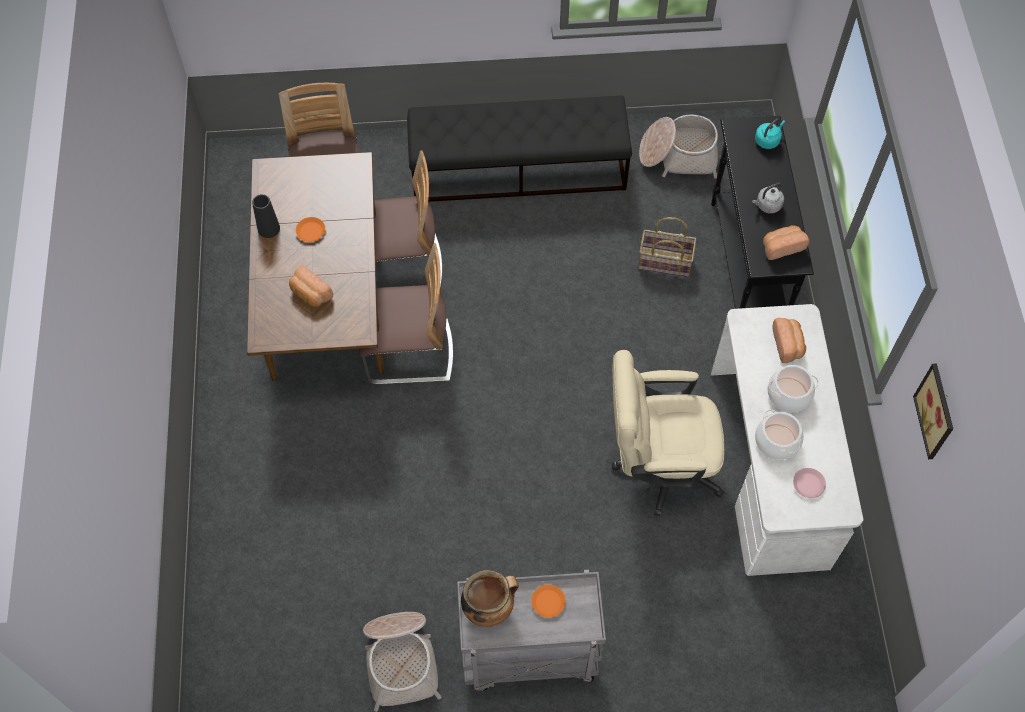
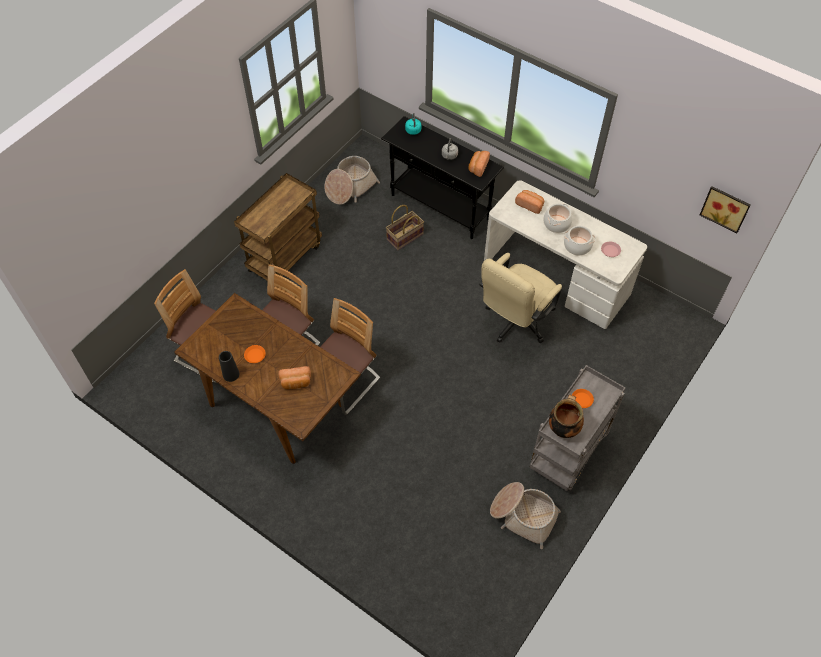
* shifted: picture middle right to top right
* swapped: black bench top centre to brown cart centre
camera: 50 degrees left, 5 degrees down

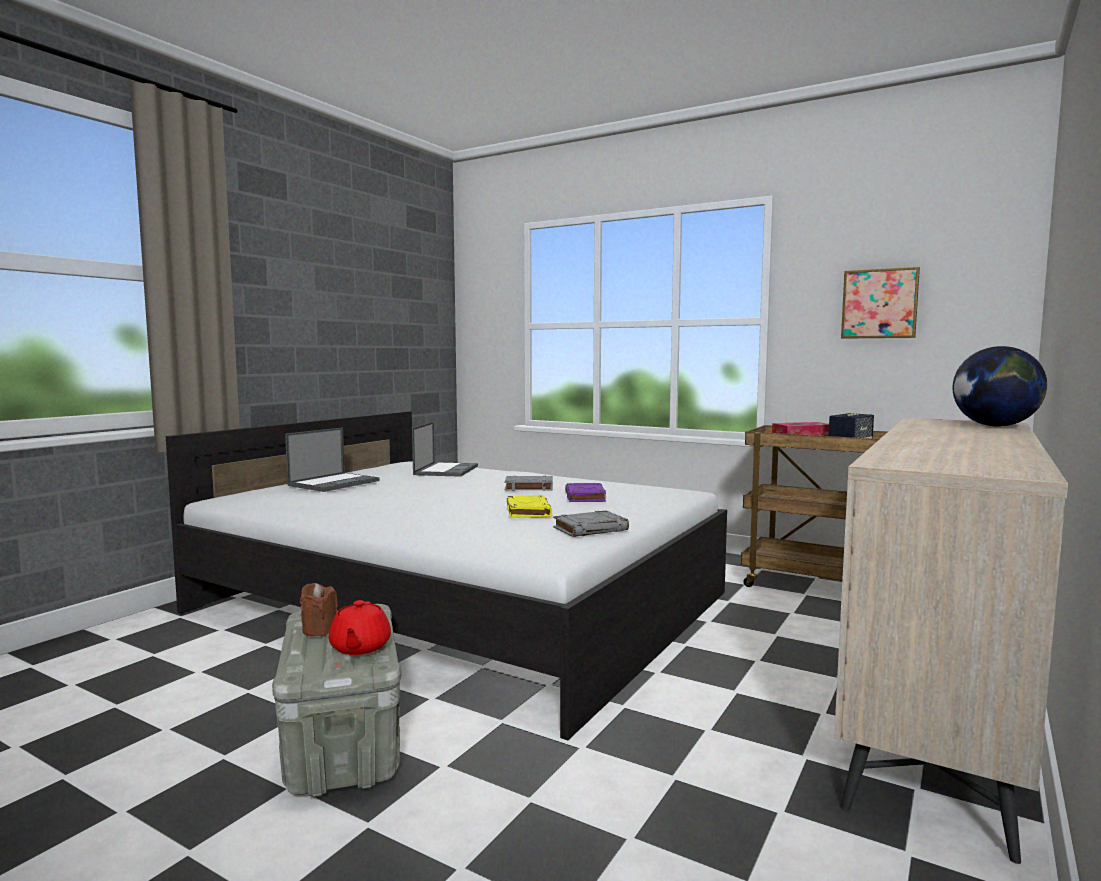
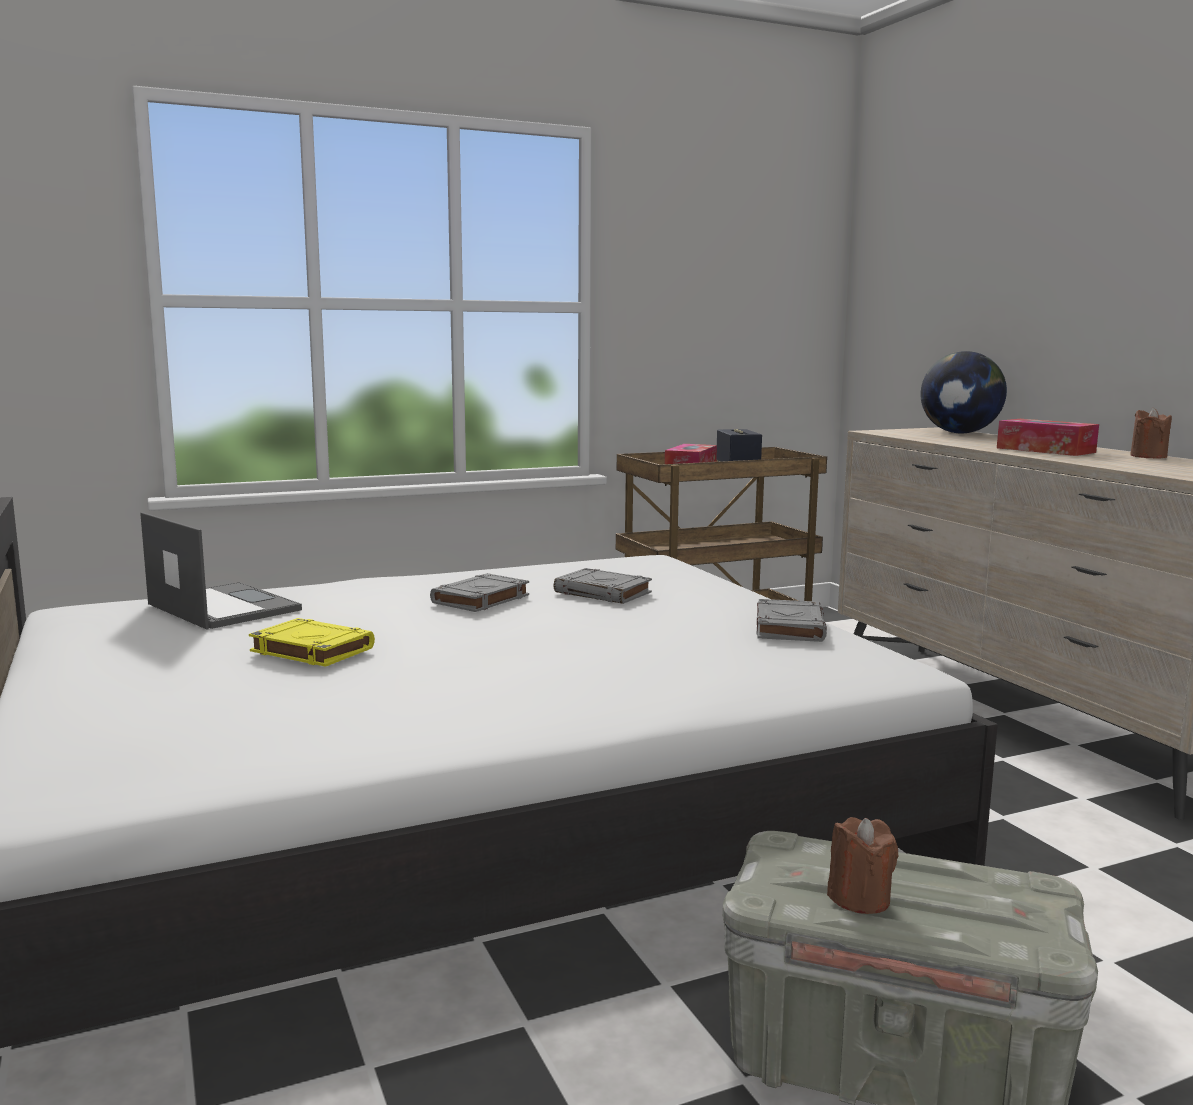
* gone: laptop (no. 1 from left) middle left
* gone: red teapot bottom left
* gone: picture middle right
* new: tissue box (no. 2 from left) middle right
* new: brown candle (no. 2 from left) middle right
* shifted: yellow book centre to middle left
* repainted: purple book centre to grey book (no. 2 from left) centre
camera: 55 degrees left, 5 degrees up

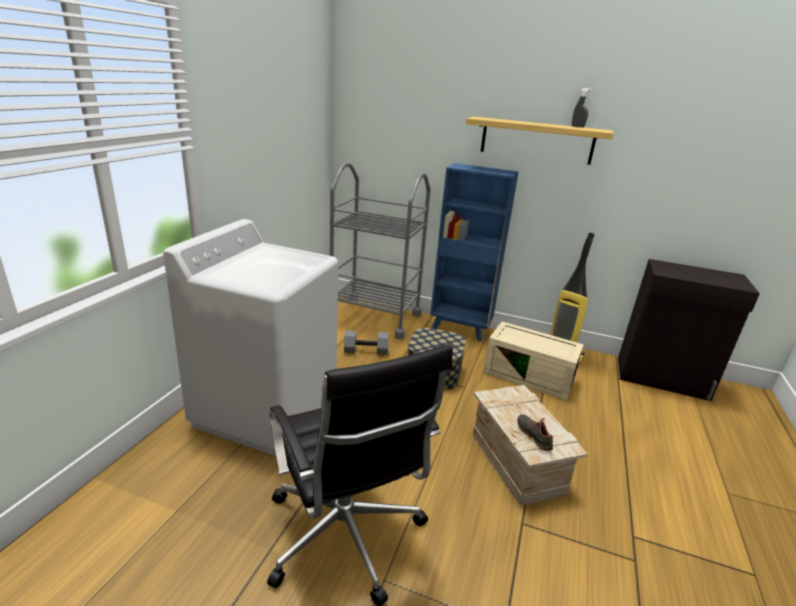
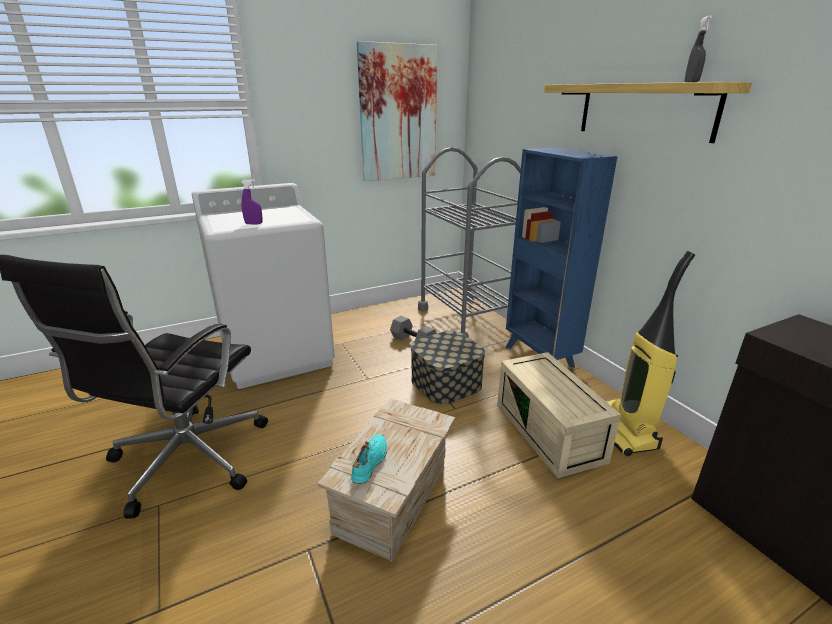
* new: purple spray bottle top left
* new: picture top centre
* repainted: black shoe bottom right to turquoise shoe bottom centre
camera: 45 degrees right, 0 degrees up

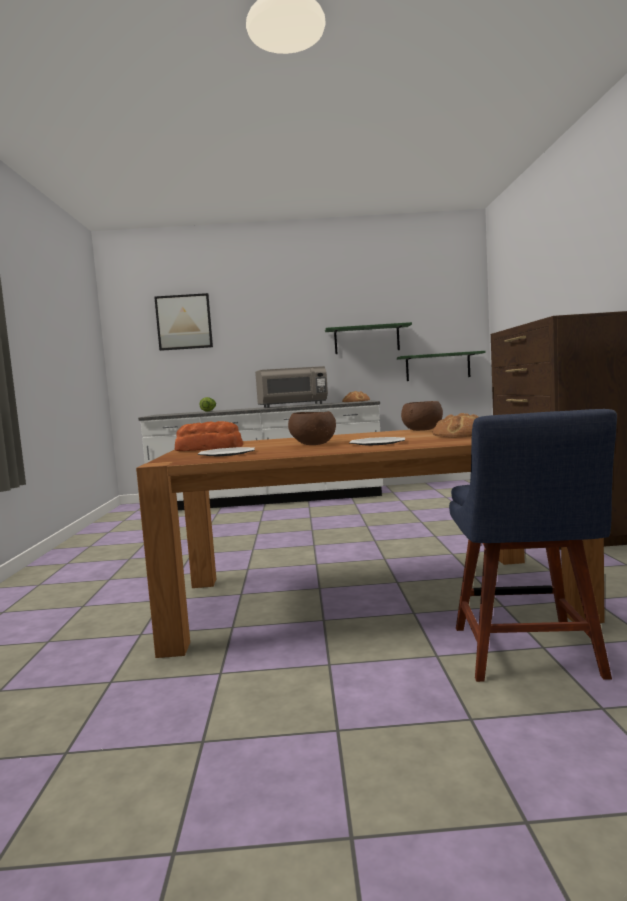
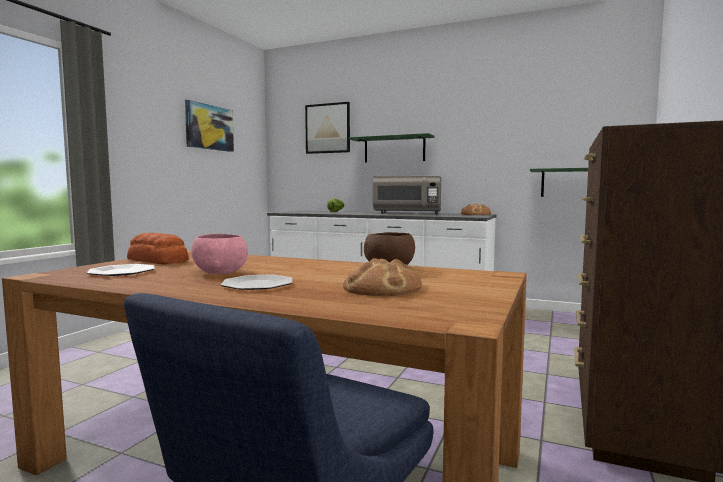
* new: picture (no. 1 from left) top left
* shifted: green shelf (no. 1 from left) centre to top centre
* repainted: brown bowl (no. 1 from left) centre to pink bowl middle left
camera: 25 degrees right, 0 degrees up

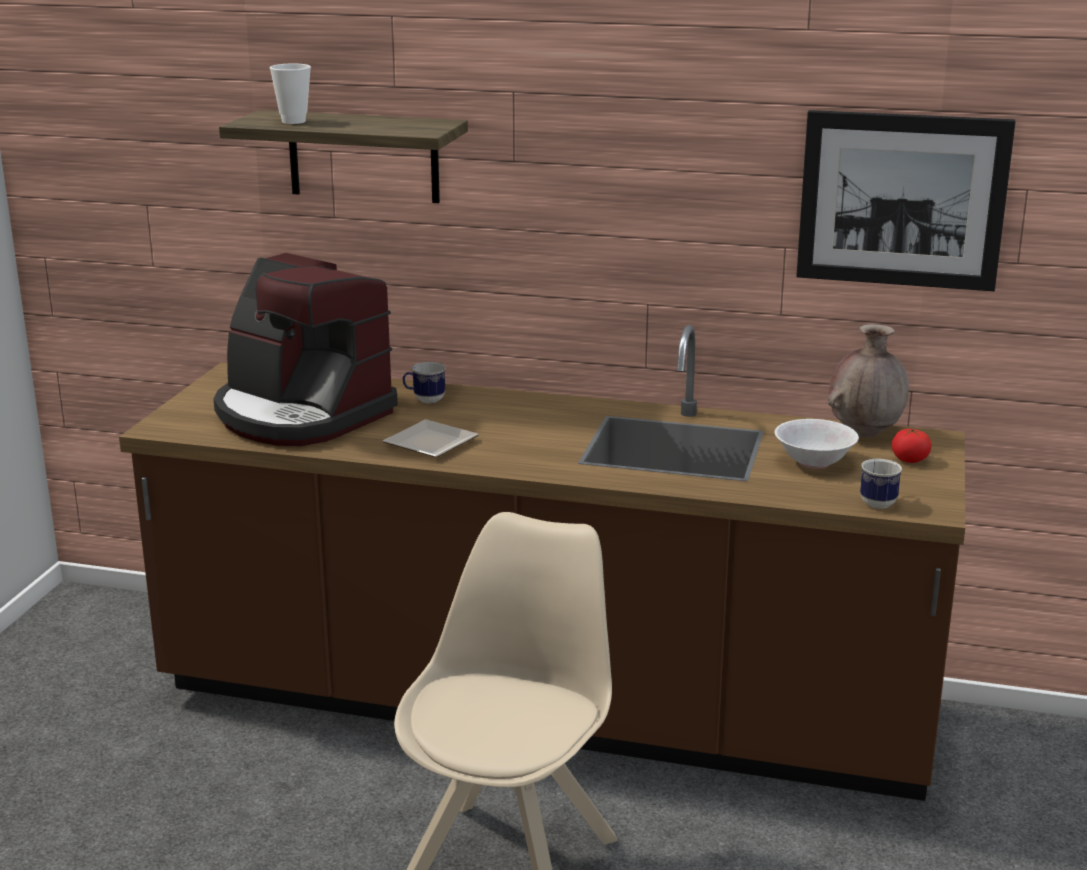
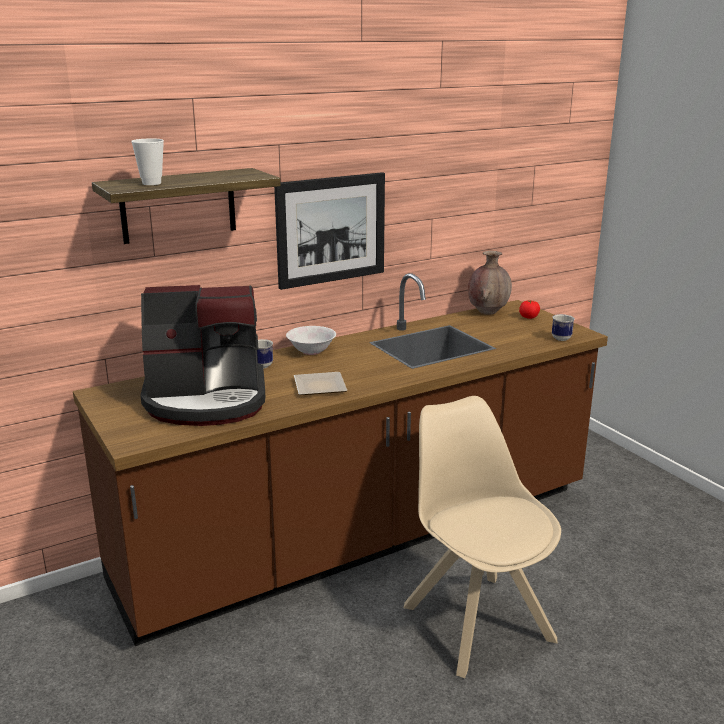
* shifted: white bowl middle right to centre
* shifted: picture top right to top centre
camera: 45 degrees left, 0 degrees up

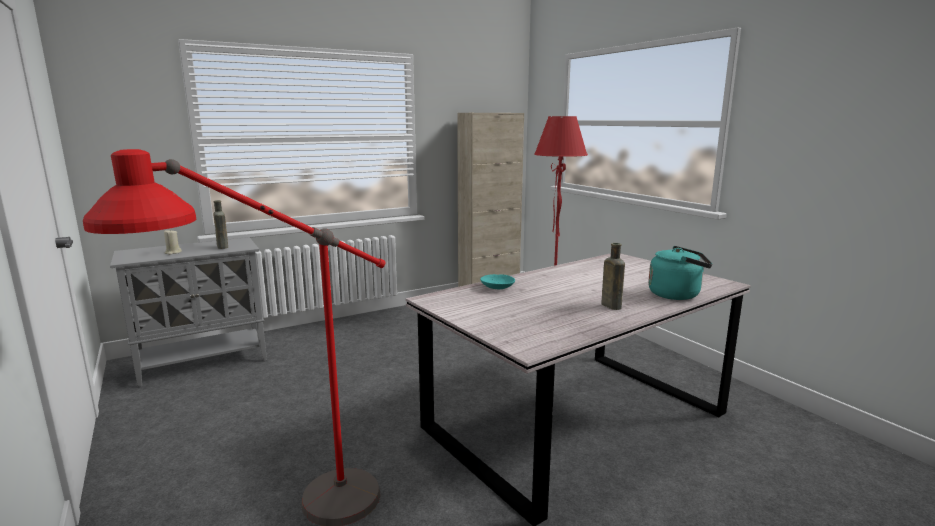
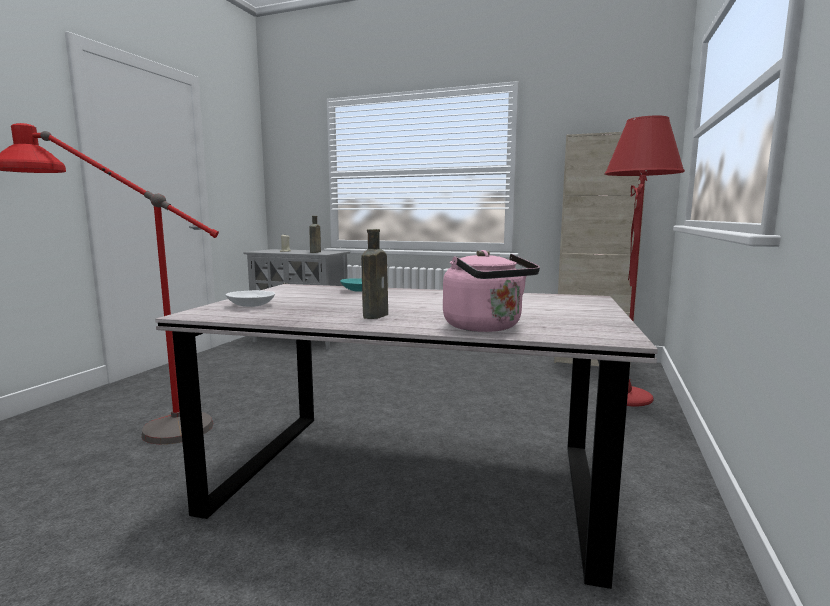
* new: white bowl middle left
* repainted: turquoise kettle middle right to pink kettle centre
camera: 50 degrees right, 5 degrees down

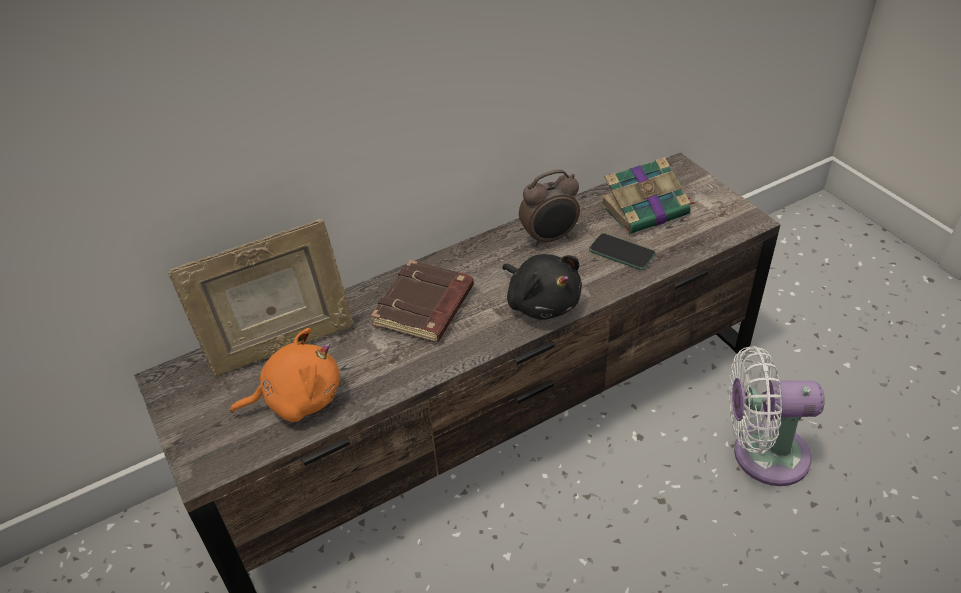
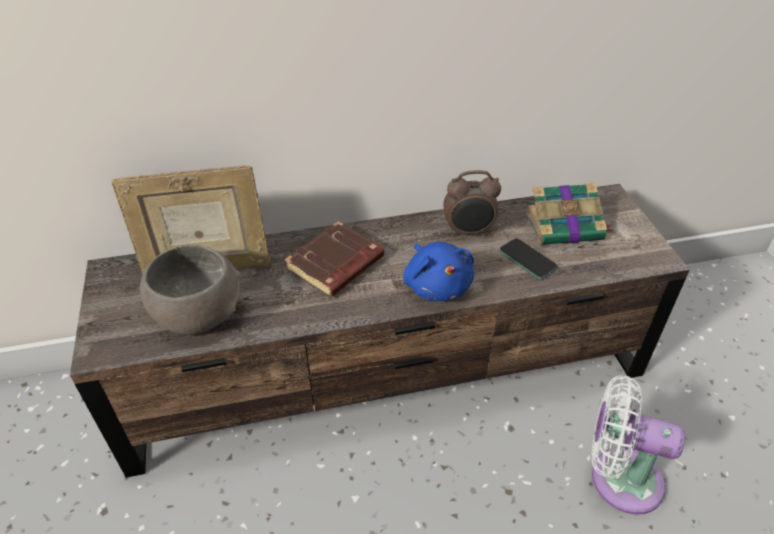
* swapped: orange plush toy middle left to grey bowl middle left
* repainted: black plush toy centre to blue plush toy centre
camera: 15 degrees right, 0 degrees up

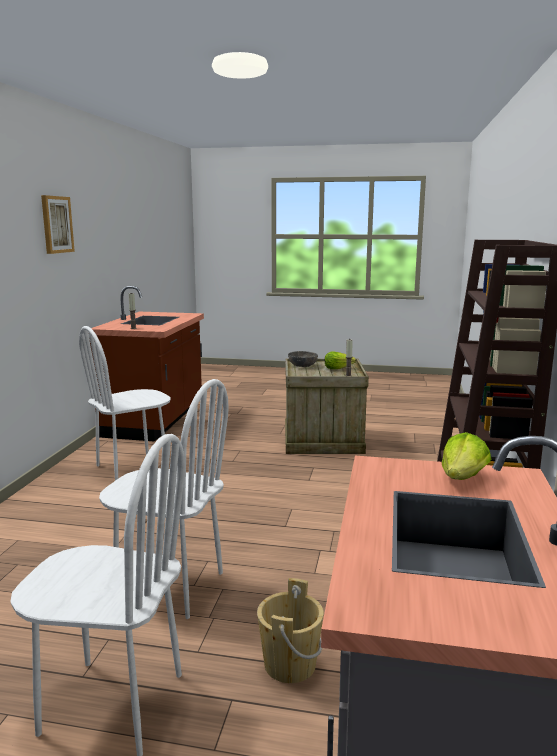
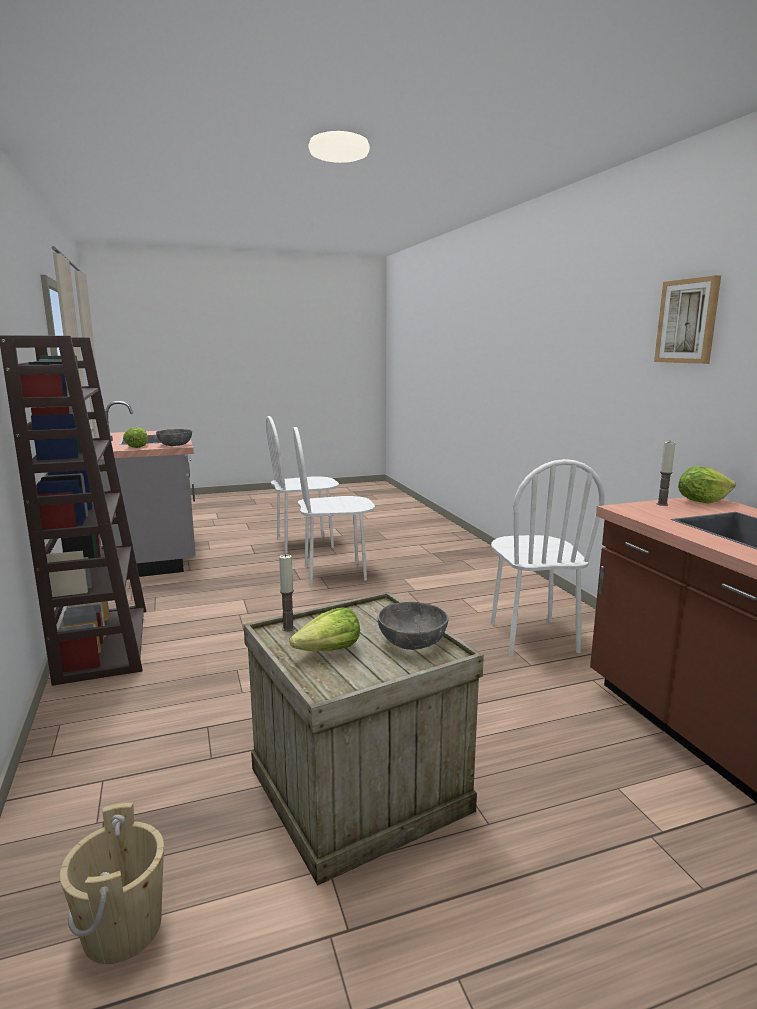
* new: grey bowl (no. 1 from left) middle left
* new: lettuce (no. 3 from left) middle right
* shifted: beige bucket bottom centre to bottom left
* rotated: white chair (no. 2 from left in the first image) middle left = middle right 150 degrees clockwise
camera: 150 degrees right, 0 degrees up

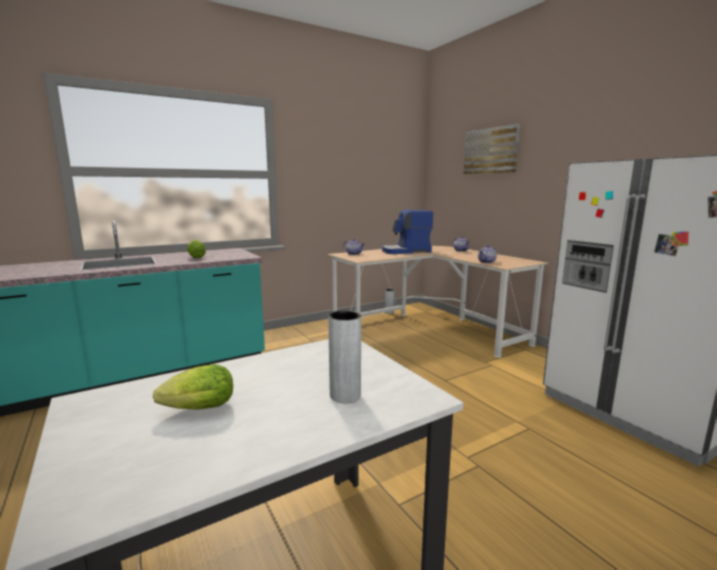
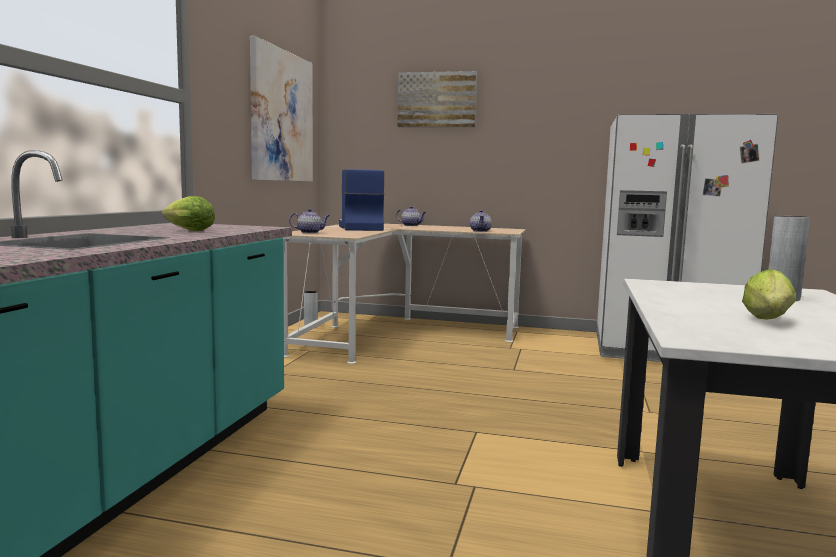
* new: picture (no. 1 from left) top centre
* rotated: coffee machine centre = centre 135 degrees clockwise
camera: 45 degrees left, 5 degrees down

